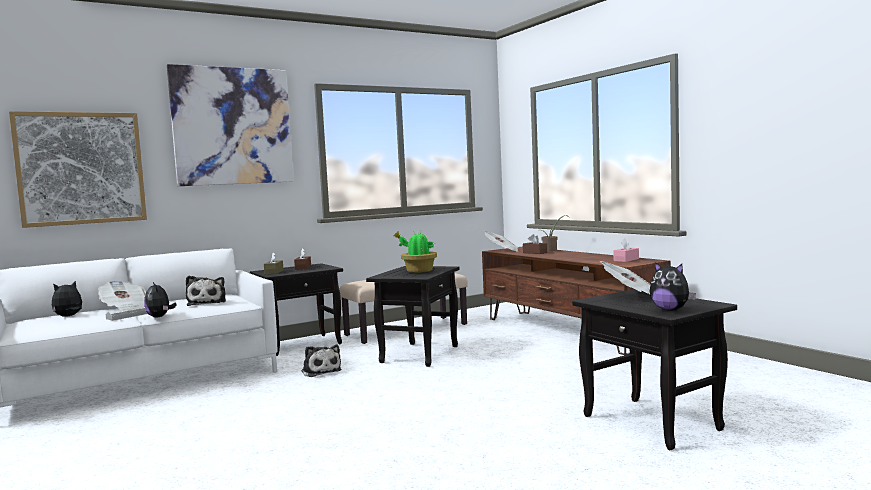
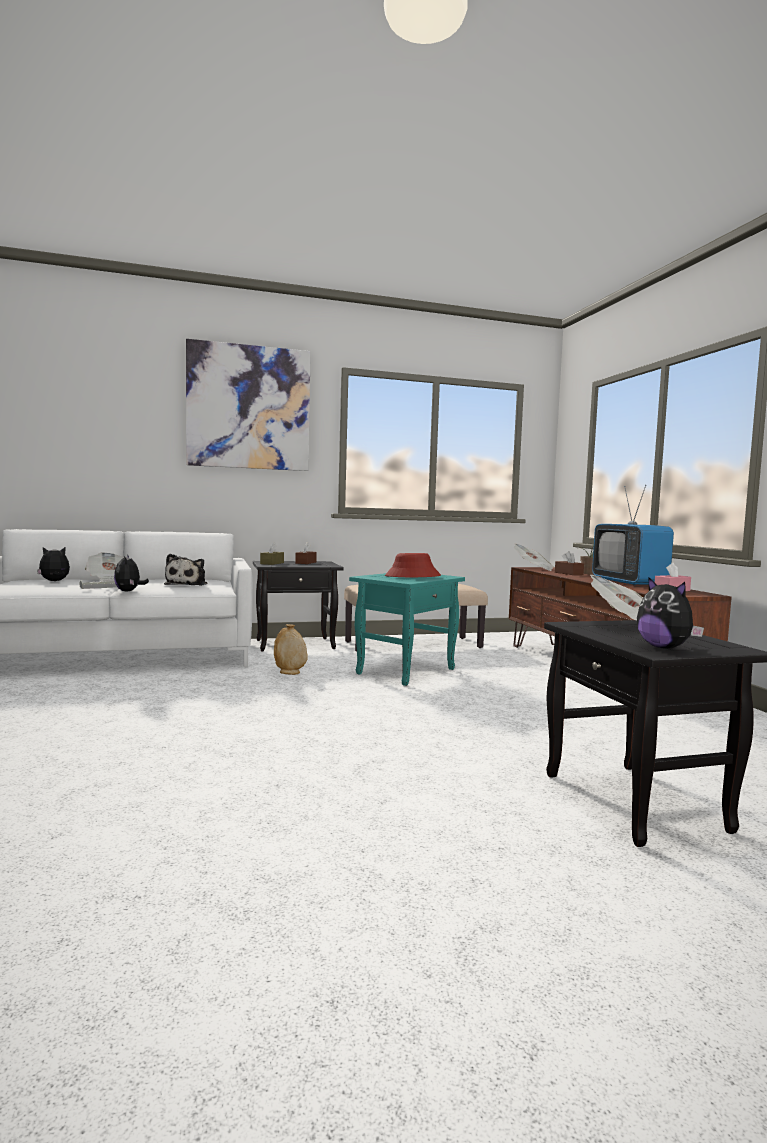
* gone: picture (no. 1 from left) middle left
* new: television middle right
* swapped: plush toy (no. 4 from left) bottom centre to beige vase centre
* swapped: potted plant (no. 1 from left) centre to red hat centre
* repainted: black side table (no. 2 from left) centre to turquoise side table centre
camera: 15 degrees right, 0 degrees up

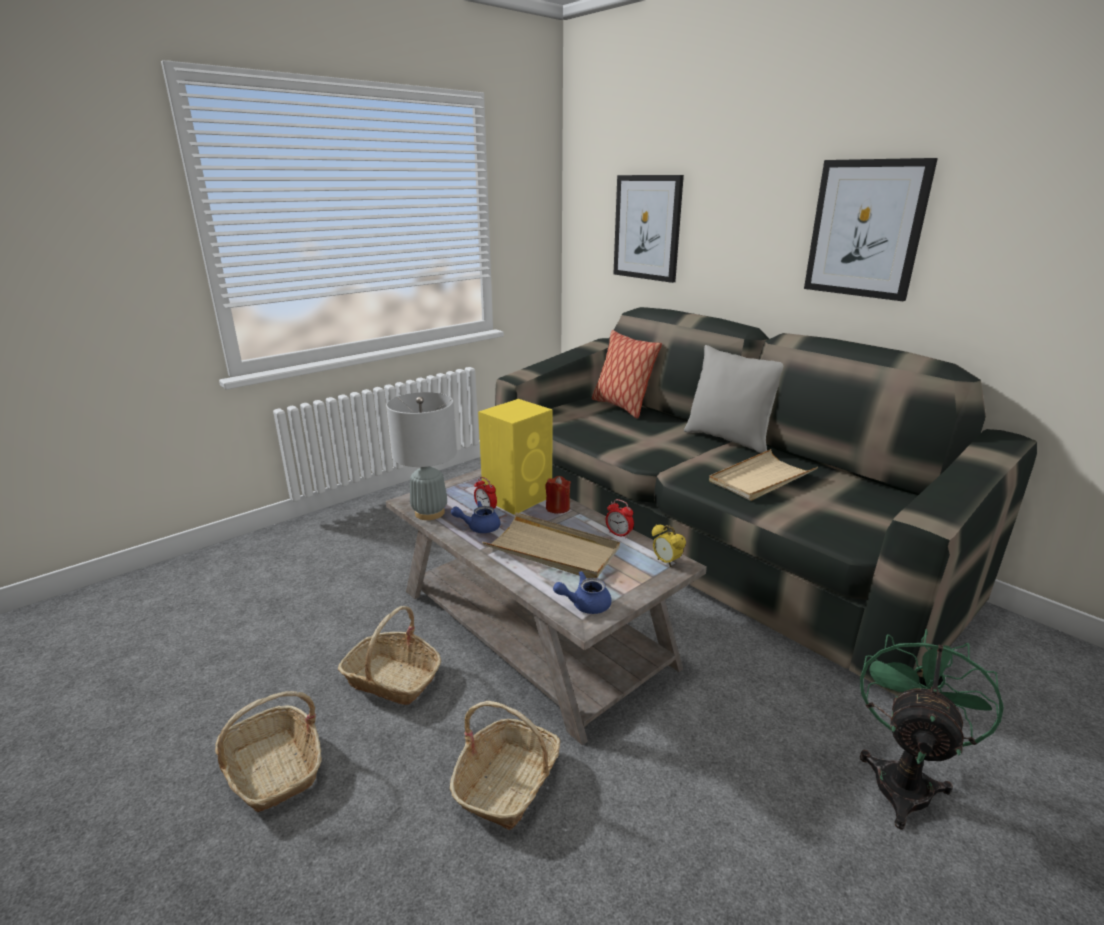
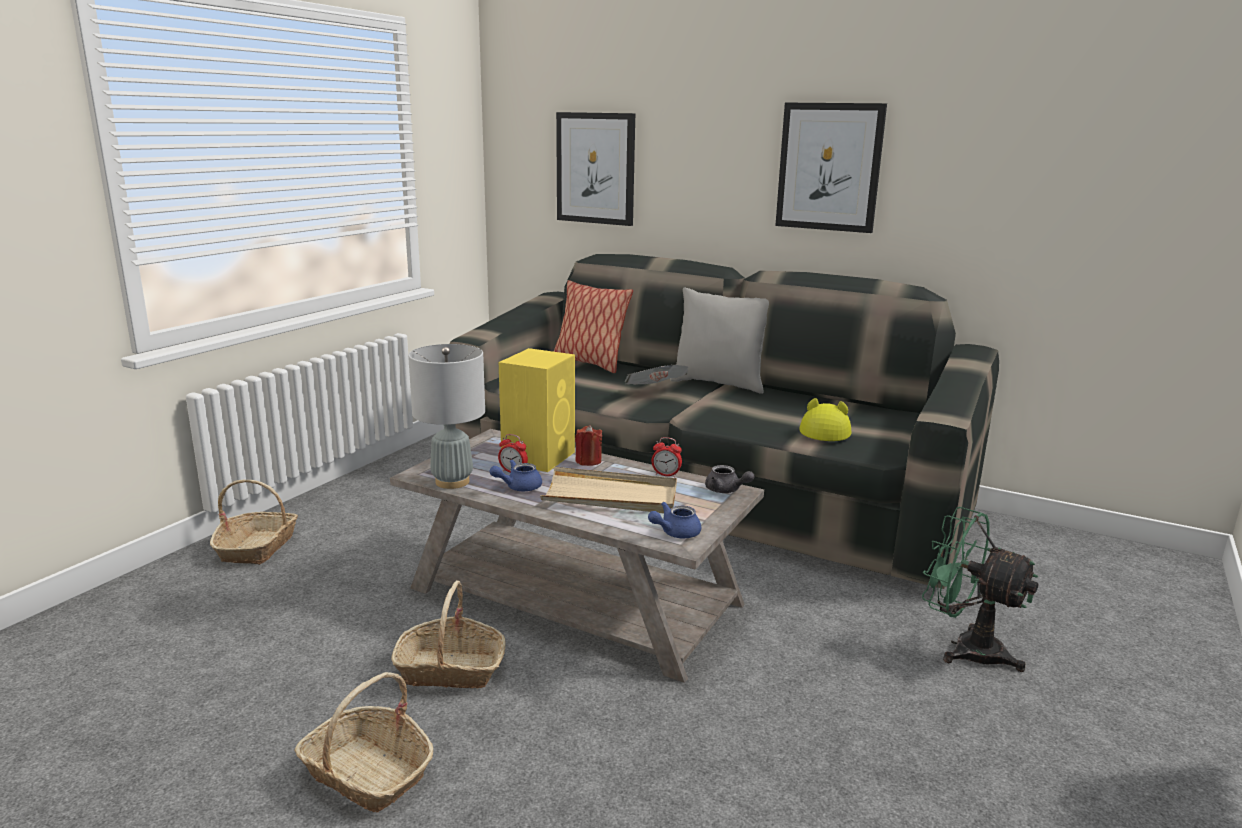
* gone: beige tray (no. 2 from left) middle right
* new: newspaper centre
* new: yellow hat centre
* shifted: basket (no. 3 from left in the first image) bottom centre to basket (no. 1 from left) middle left
* swapped: alarm clock (no. 3 from left) centre to grey teapot centre
* rotated: green fan bottom right = bottom right 60 degrees counterclockwise
camera: 20 degrees left, 5 degrees down

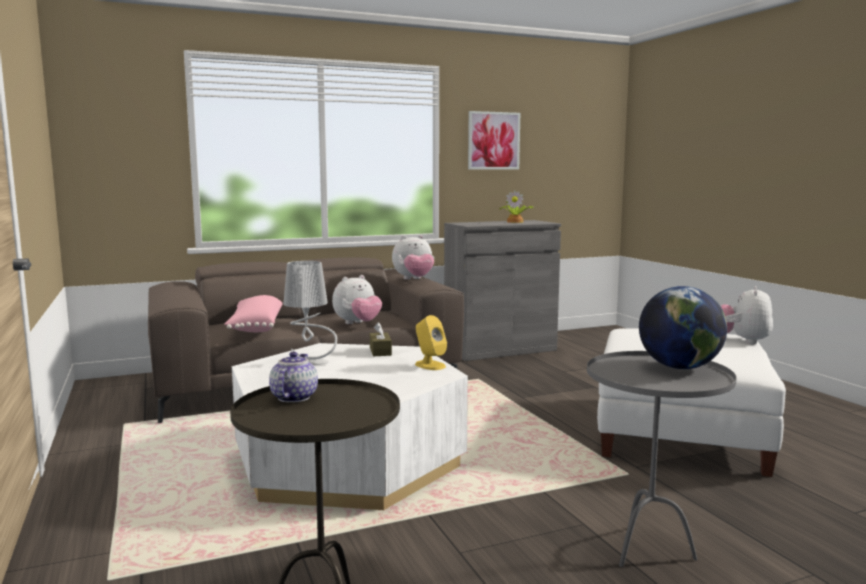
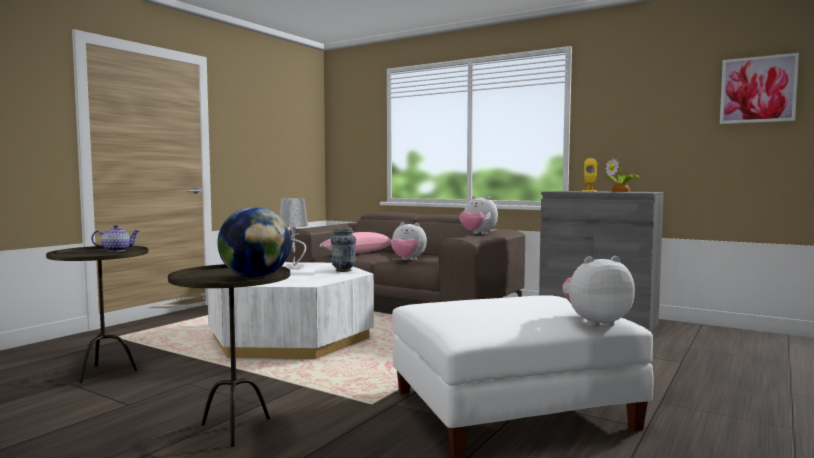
* shifted: yellow speaker centre to middle right
* shifted: picture top centre to top right
* swapped: brown tissue box centre to vase centre
* repainted: grey side table bottom right to brown side table (no. 2 from left) bottom left
camera: 55 degrees right, 5 degrees down

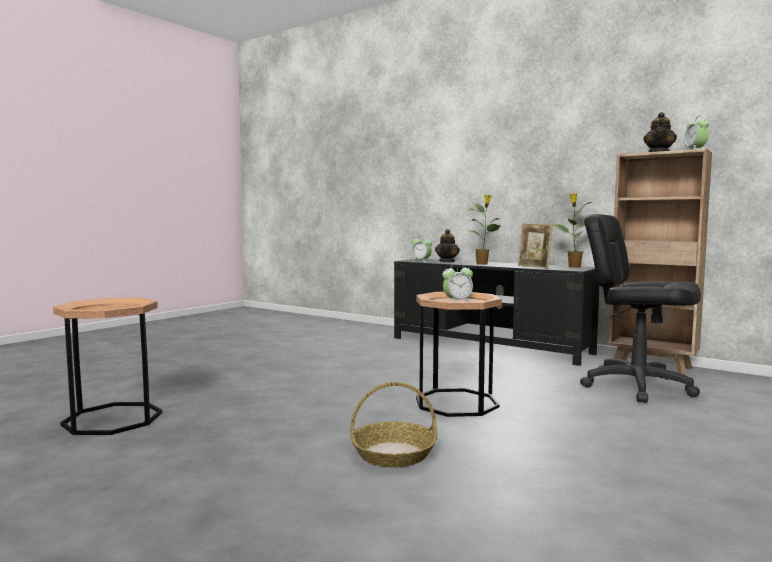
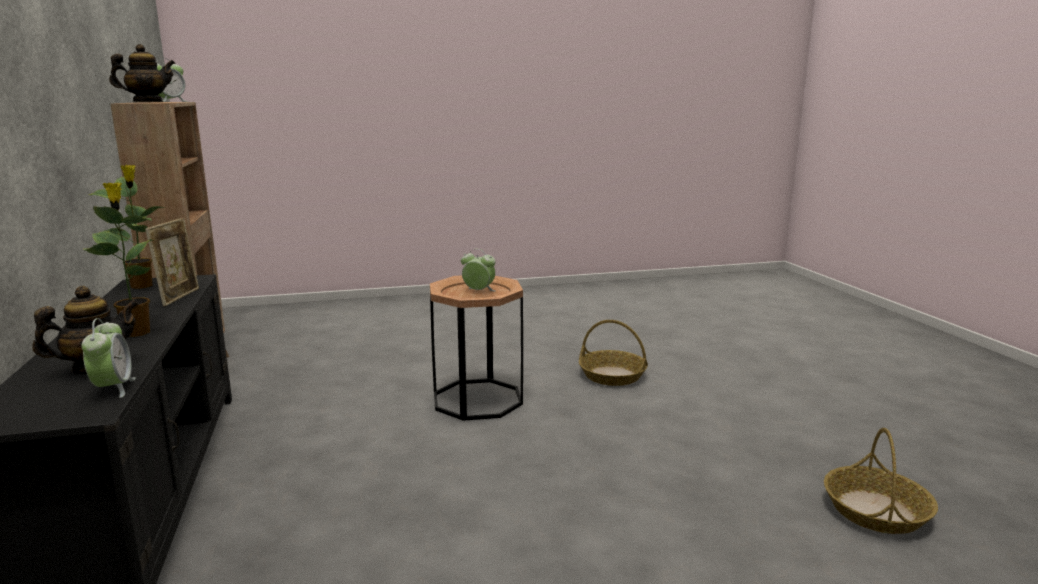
* gone: black office chair middle right
* swapped: brown side table (no. 1 from left) middle left to basket (no. 2 from left) bottom right
camera: 140 degrees left, 10 degrees up

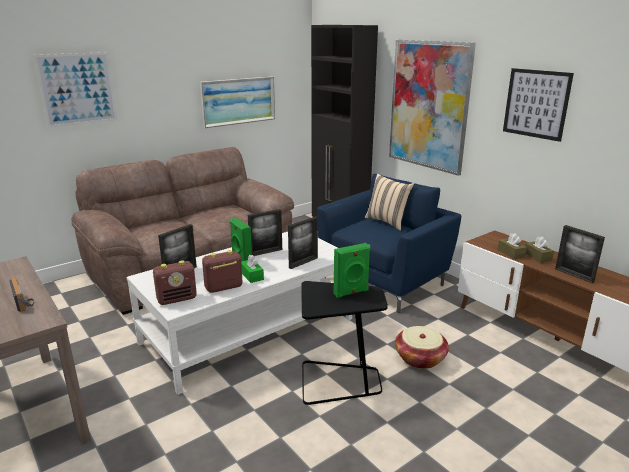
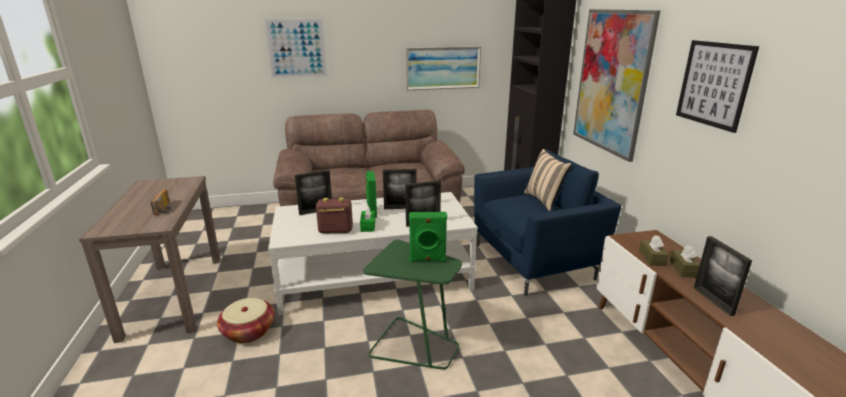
* gone: radio (no. 2 from left) middle left
* shifted: basket bottom right to bottom left
* repainted: black side table bottom centre to green side table bottom centre
camera: 25 degrees right, 0 degrees up

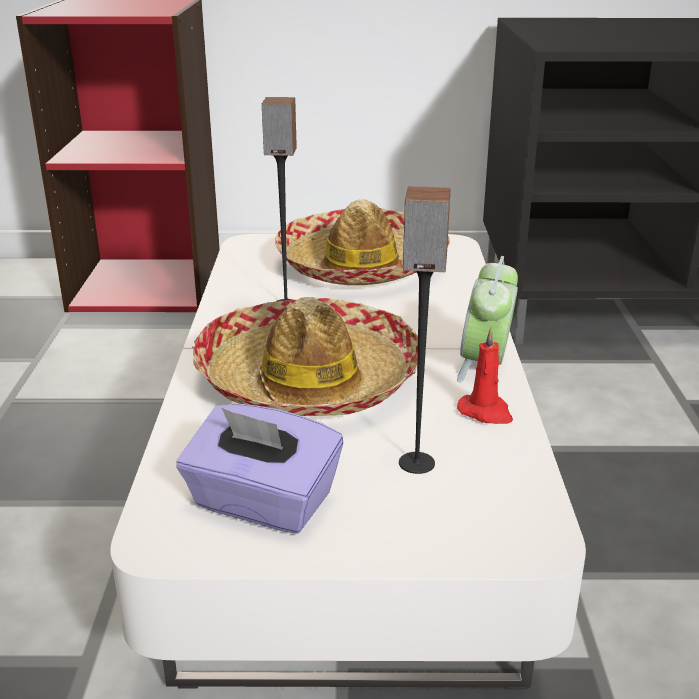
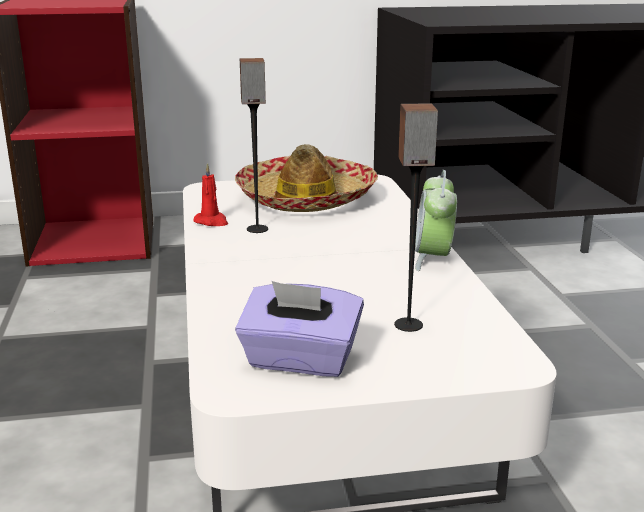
* gone: hat (no. 1 from left) centre
* shifted: red candle middle right to middle left
camera: 10 degrees left, 5 degrees down

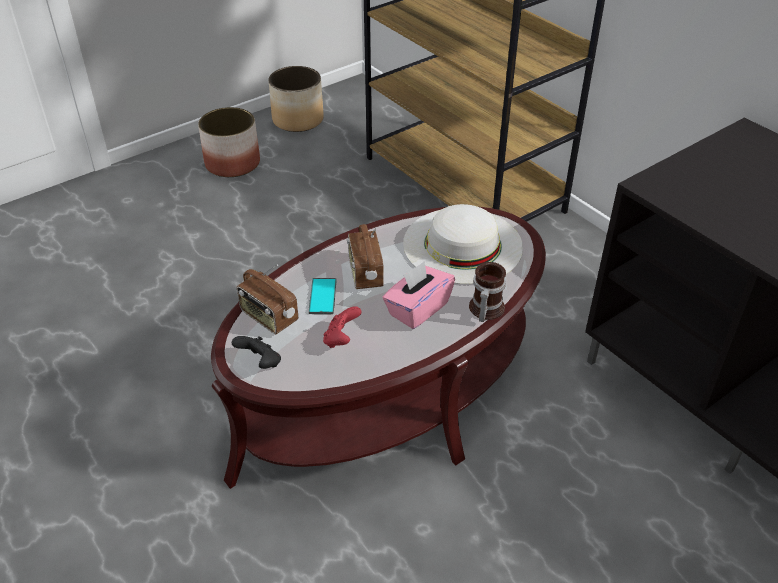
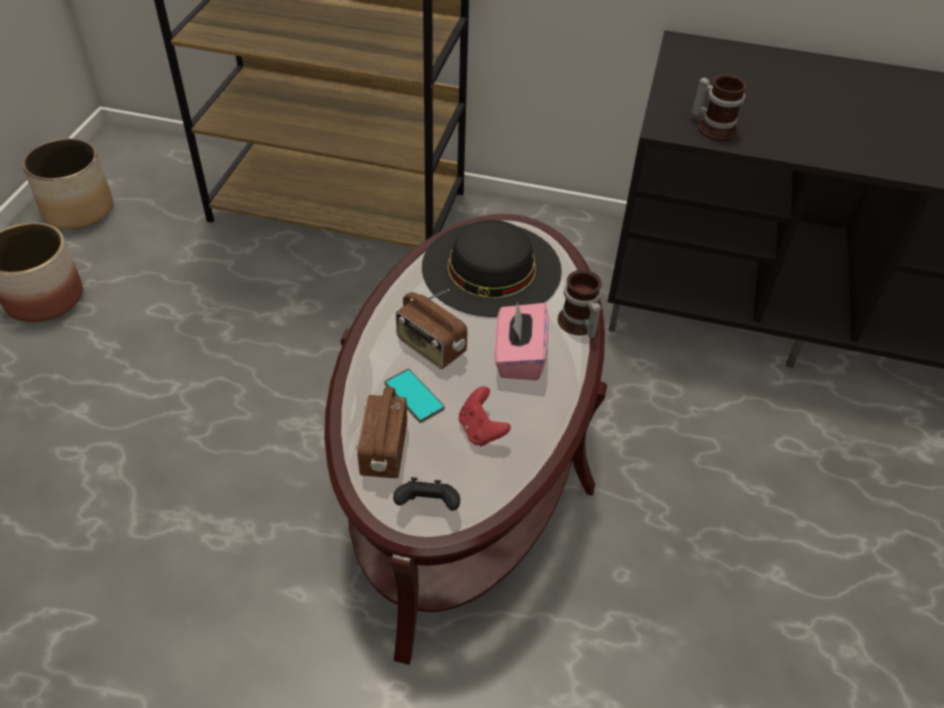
* new: mug (no. 2 from left) top right
* repainted: white hat centre to black hat centre
* rotated: radio (no. 1 from left) centre = centre 90 degrees clockwise
camera: 40 degrees left, 5 degrees up

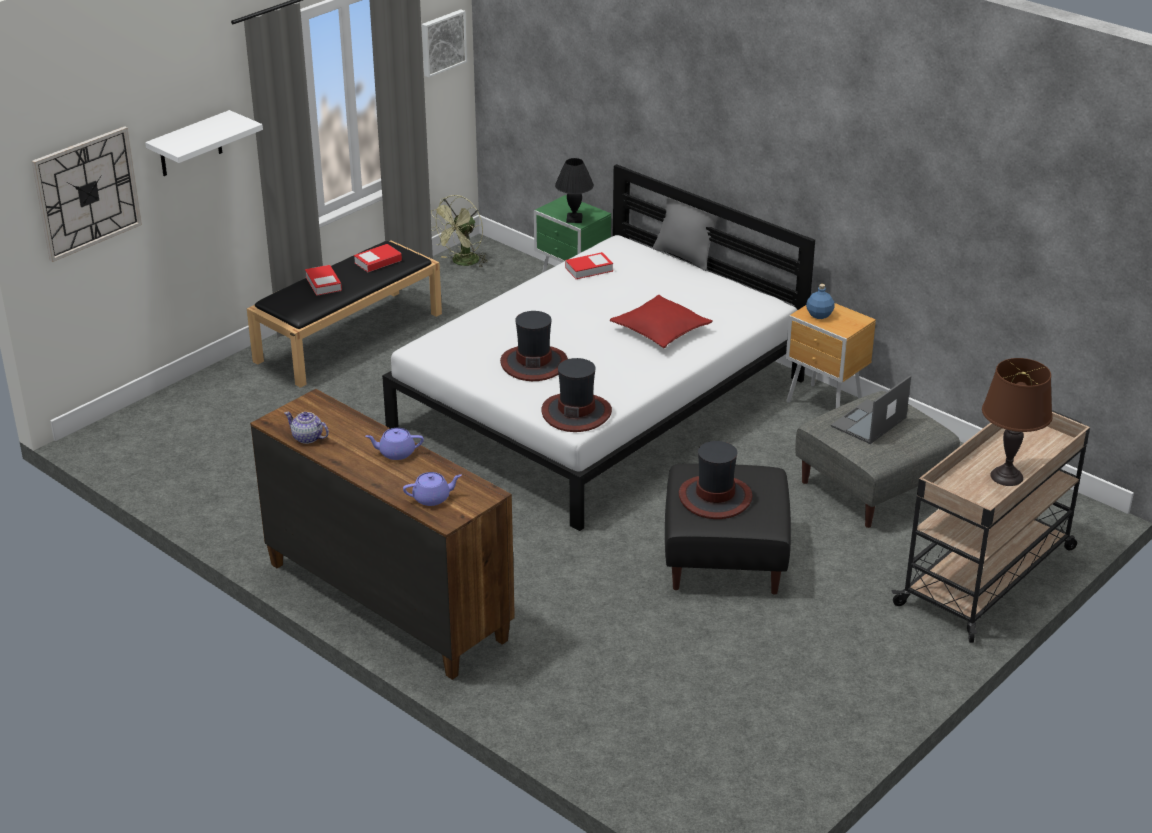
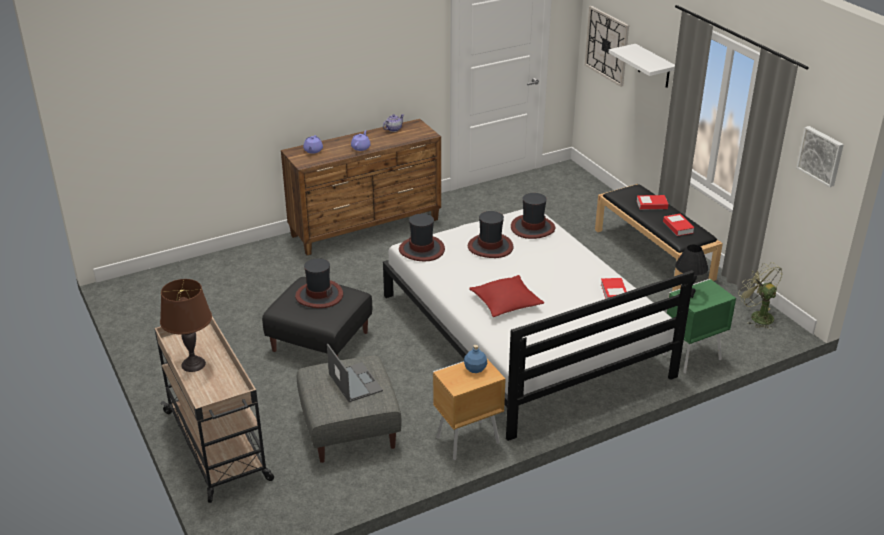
* gone: grey pillow top centre
* new: hat (no. 4 from left) centre
camera: 110 degrees right, 0 degrees up

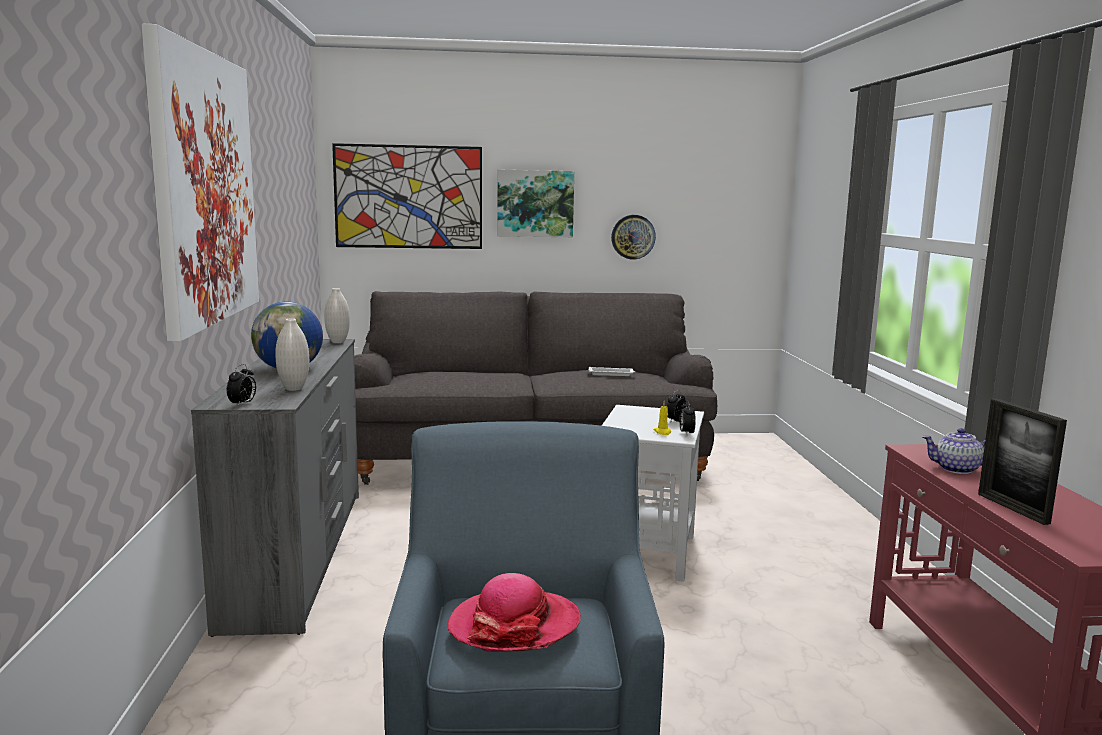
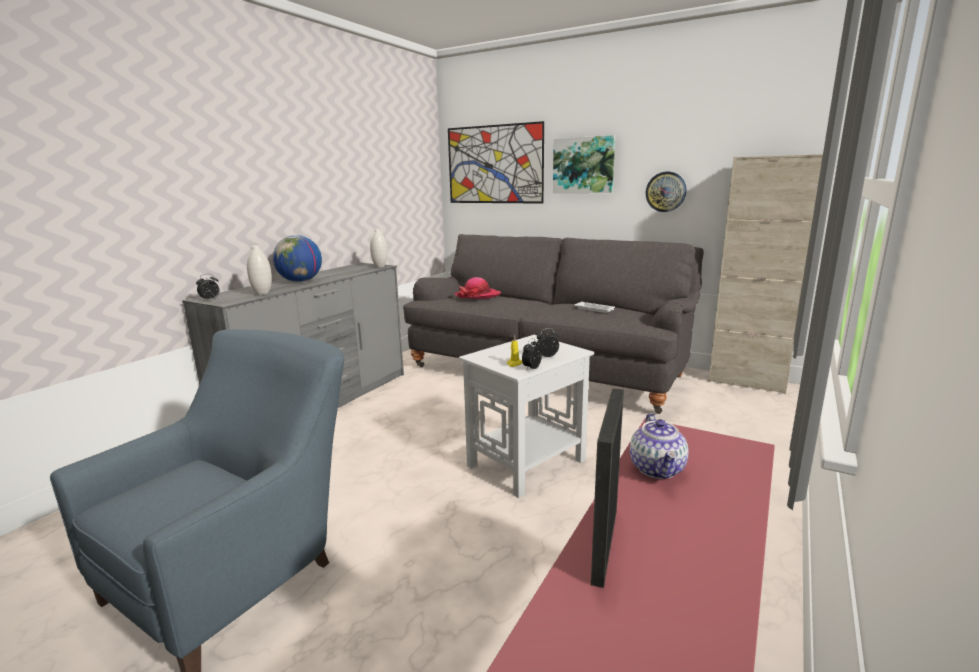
* gone: picture (no. 1 from left) top left
* new: beige cabinet middle right
* shifted: hat bottom centre to centre
* rotated: teapot middle right = middle right 135 degrees counterclockwise
camera: 35 degrees right, 5 degrees up

